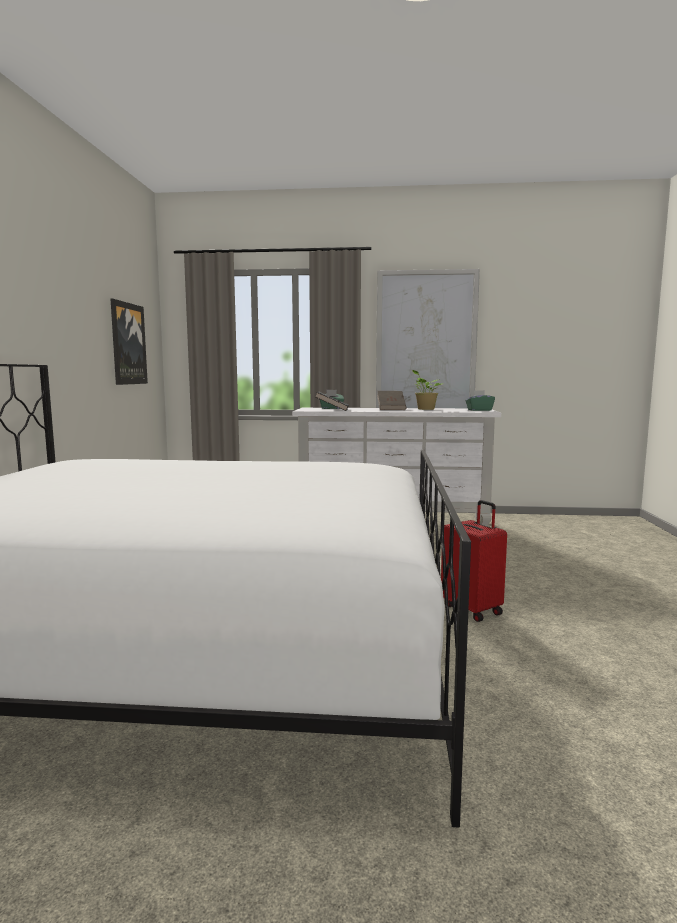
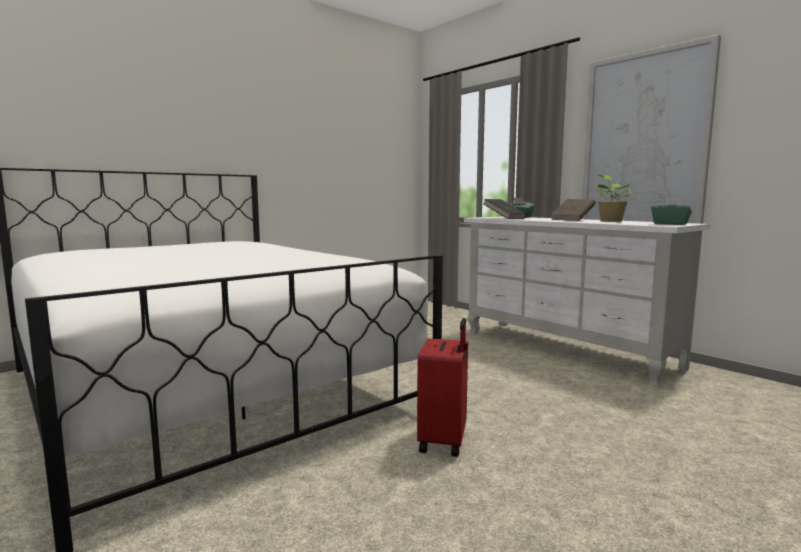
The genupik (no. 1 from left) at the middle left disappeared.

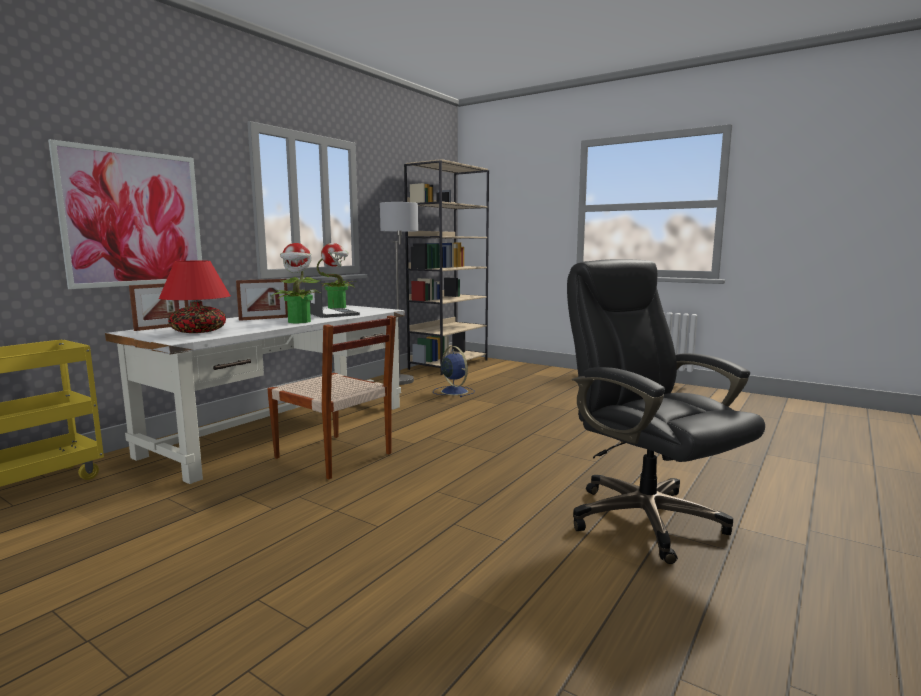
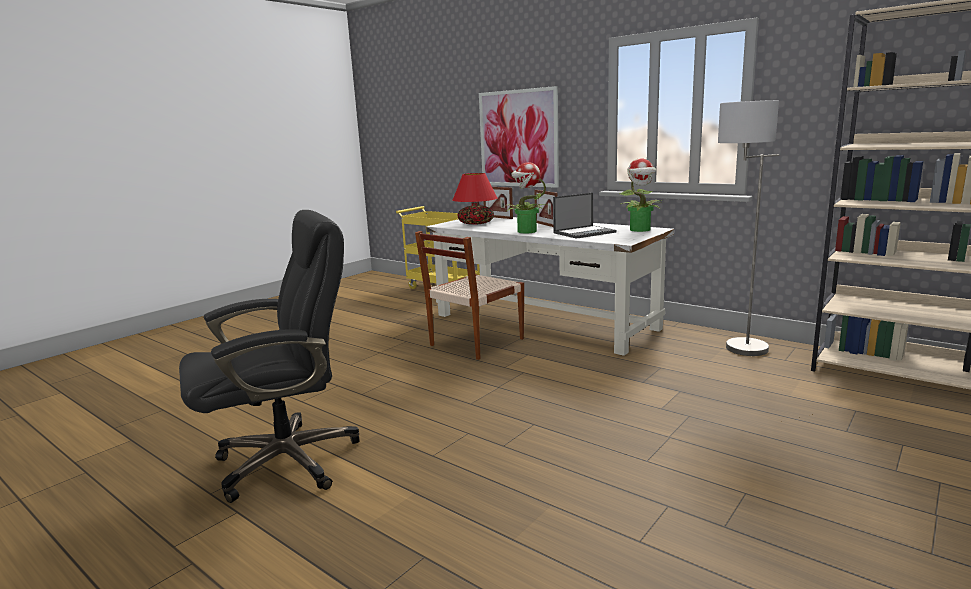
The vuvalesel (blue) at the centre disappeared.

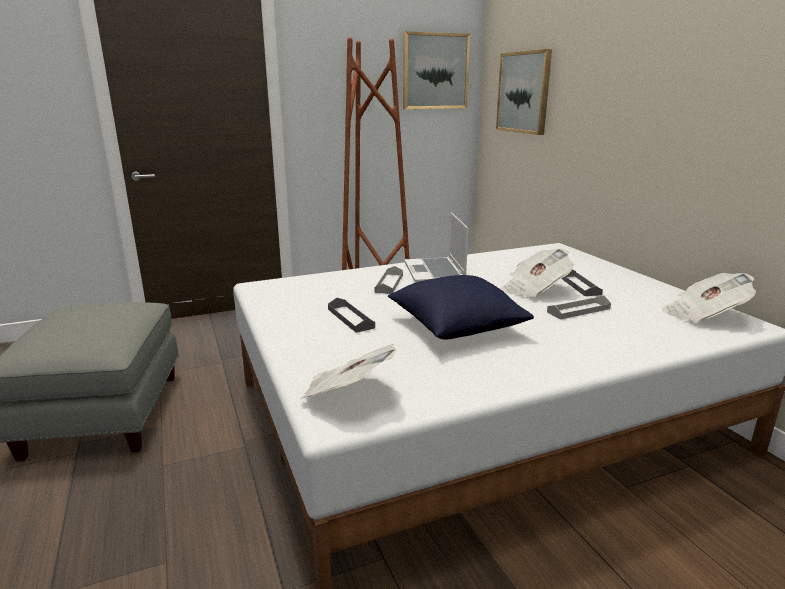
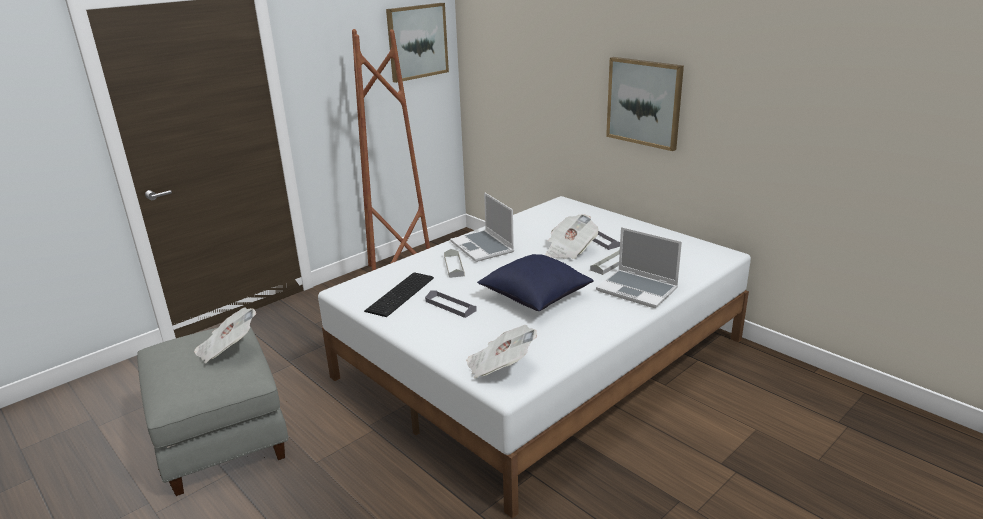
The genupik (no. 2 from left) moved from the top right to the top centre. The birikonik (no. 3 from left in the first image) moved from the middle right to the middle left. The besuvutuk (no. 2 from left) at the centre appeared. The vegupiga at the centre appeared.

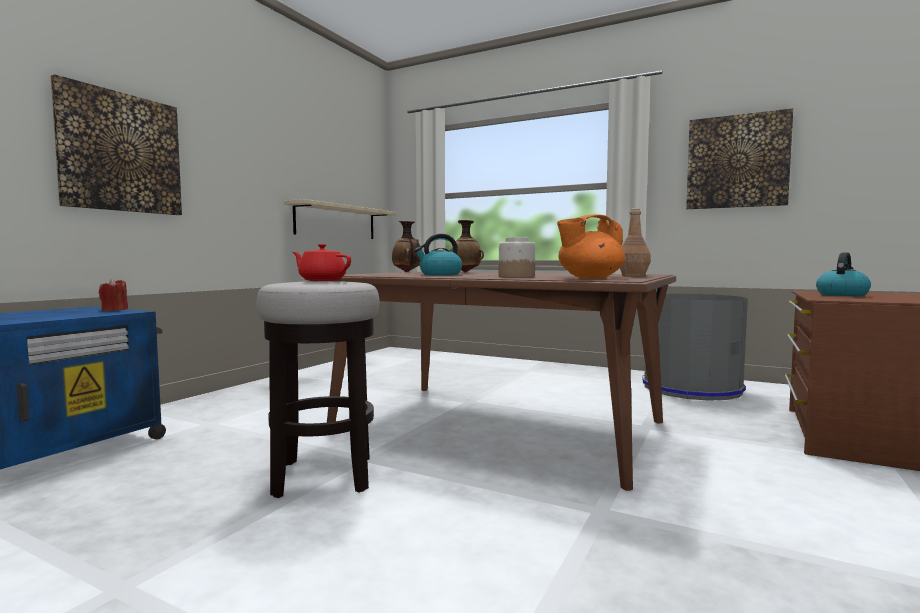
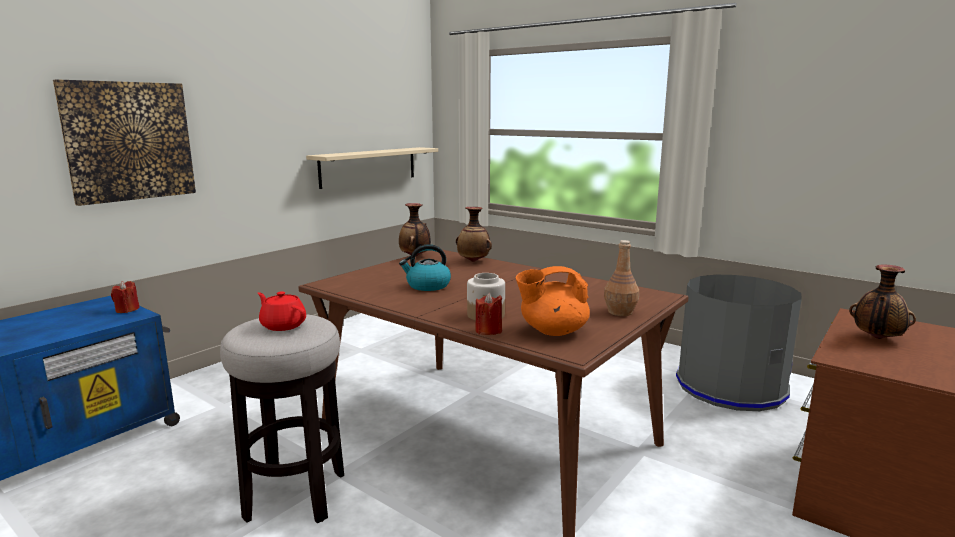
The genupik (no. 2 from left) at the top right disappeared. The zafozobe (no. 2 from left) at the middle right was replaced by the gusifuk (no. 3 from left) at the middle right. The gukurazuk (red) (no. 2 from left) at the centre appeared.

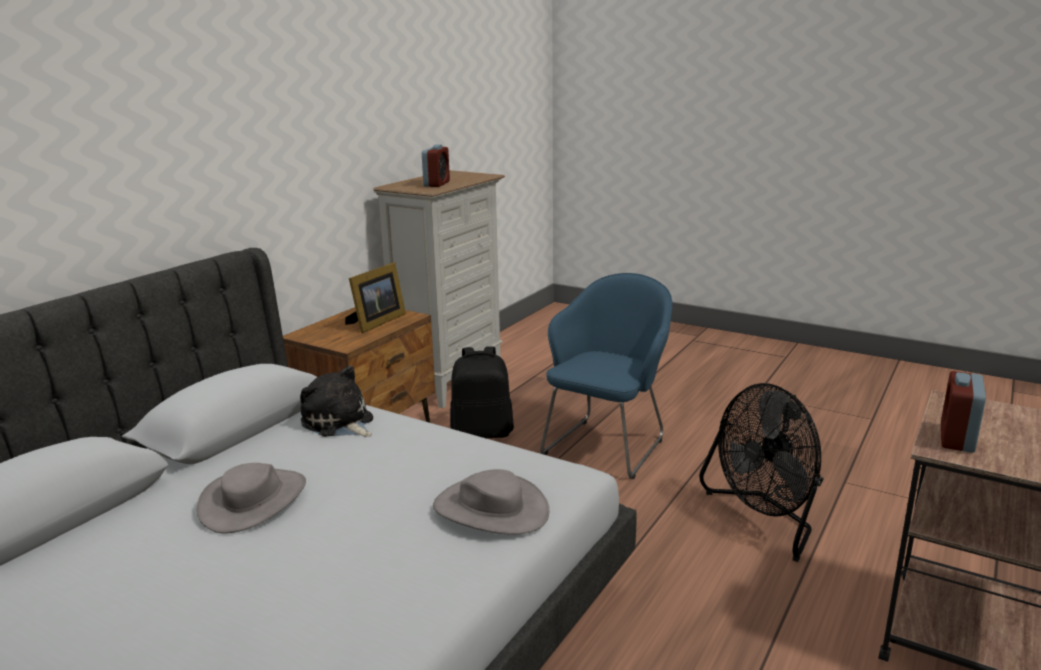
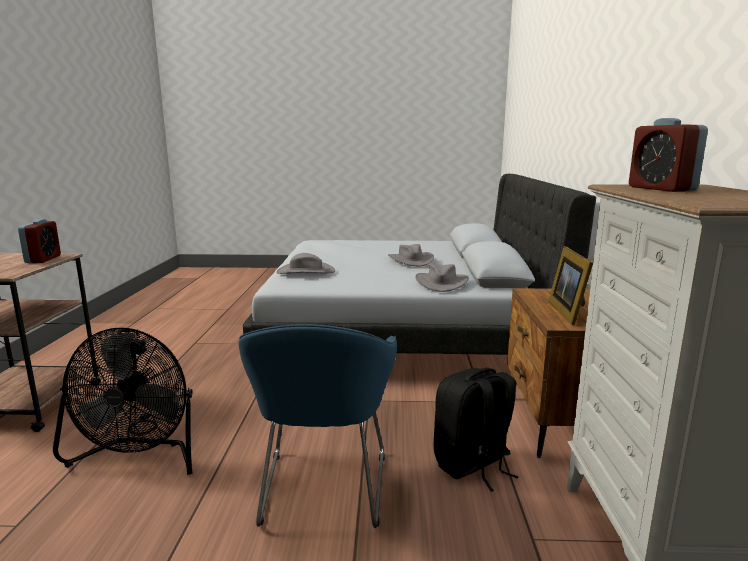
The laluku at the middle left was replaced by the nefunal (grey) (no. 3 from left) at the centre. The vuvalesel (black) at the bottom right turned 150 degrees clockwise.

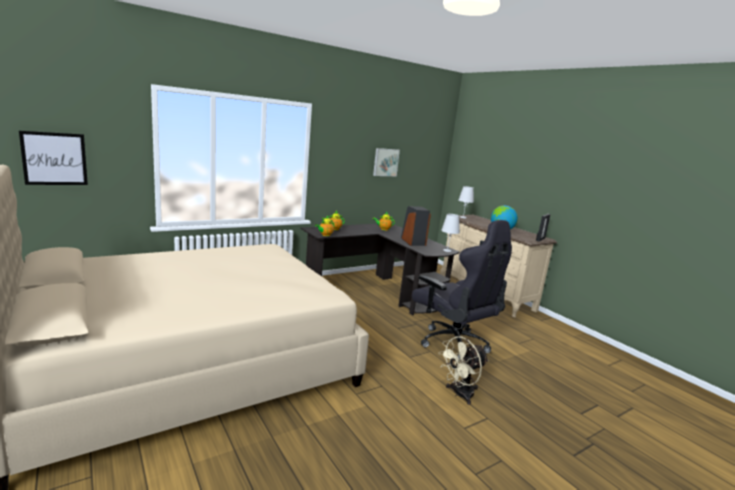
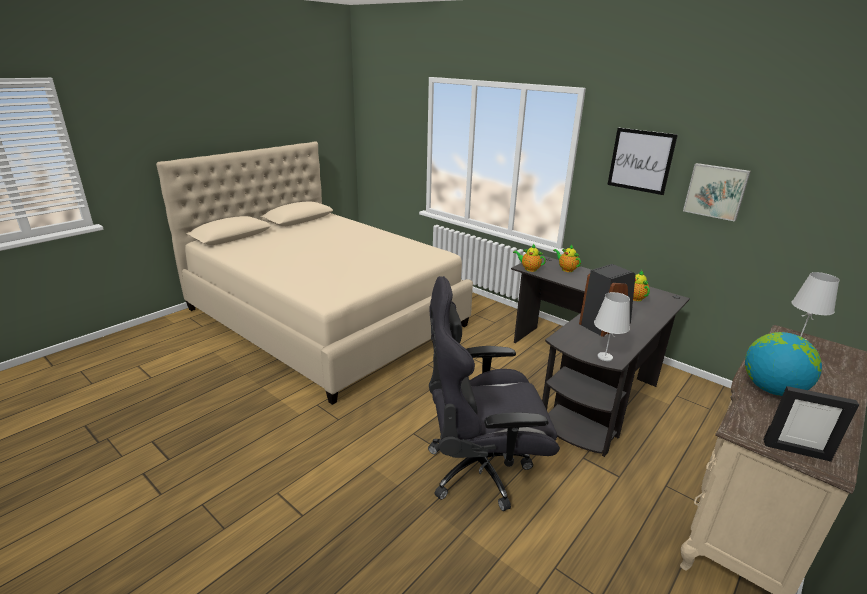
The genupik (no. 1 from left) moved from the top left to the top right. The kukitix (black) at the centre turned 45 degrees clockwise. The vuvalesel (beige) at the bottom centre disappeared.

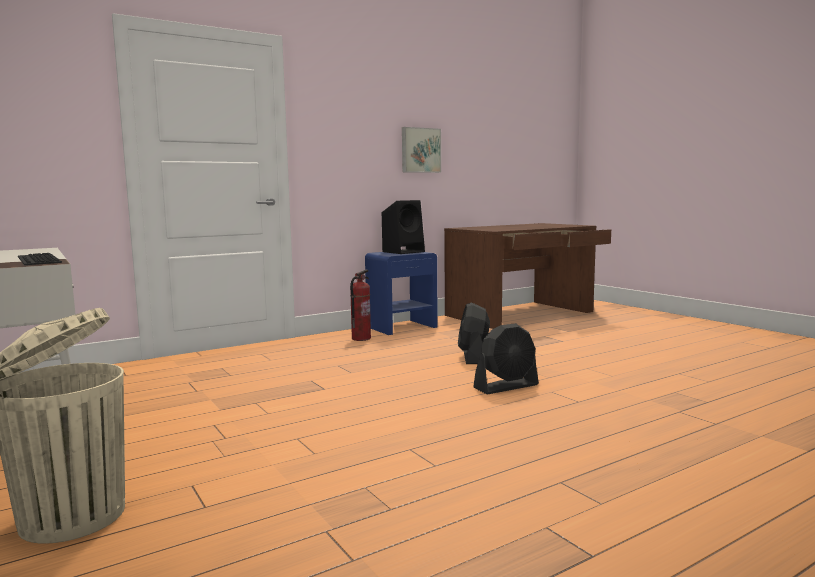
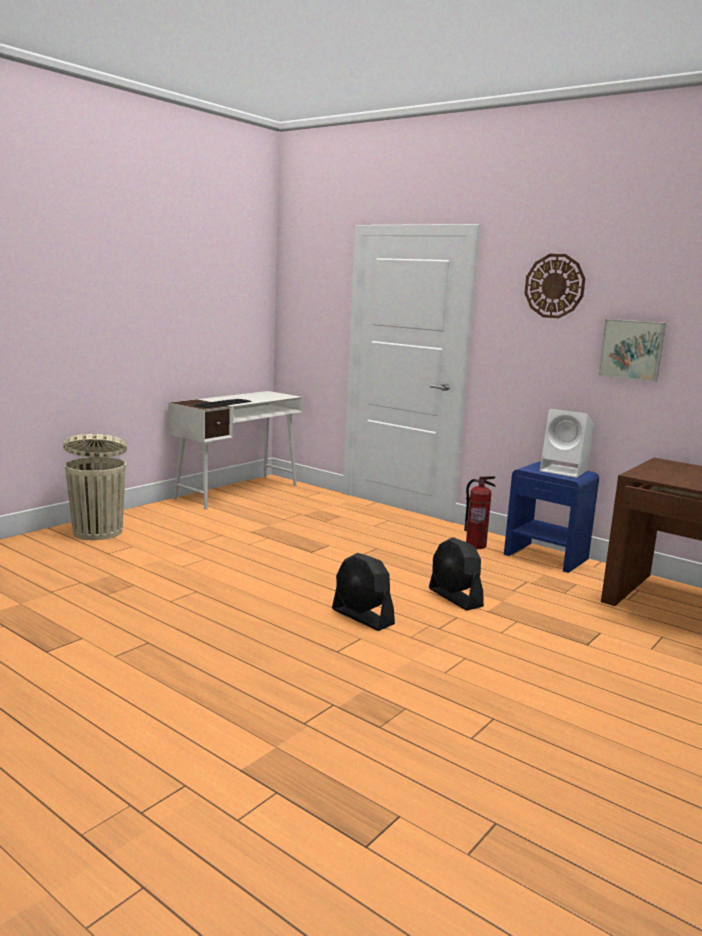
The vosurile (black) at the centre became the vosurile (white) at the middle right. The vuvalesel (black) (no. 1 from left in the first image) at the centre turned 105 degrees counterclockwise. The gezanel at the top right appeared.

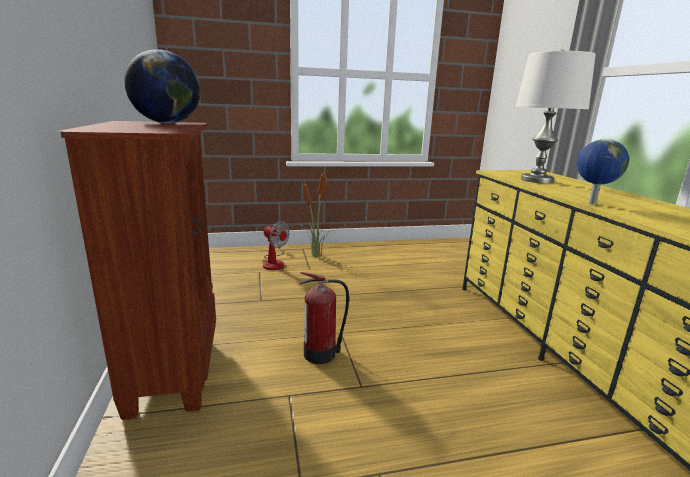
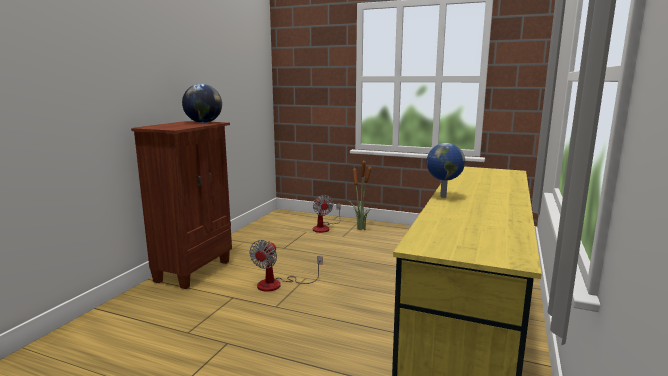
The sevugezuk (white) at the top right disappeared. The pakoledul at the bottom centre was replaced by the vuvalesel (no. 1 from left) at the bottom centre.

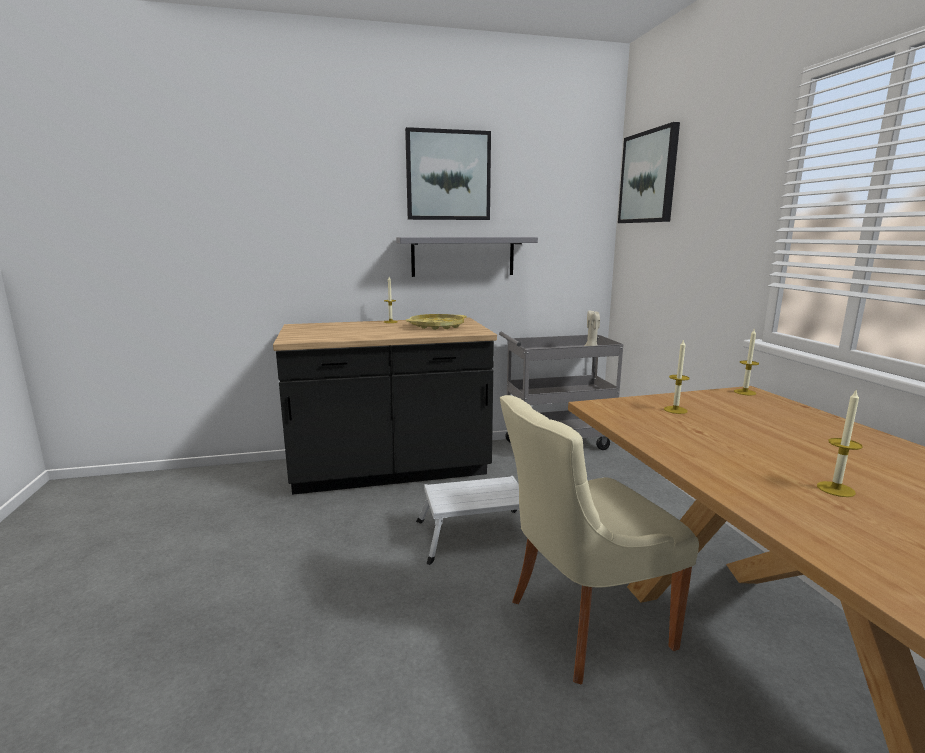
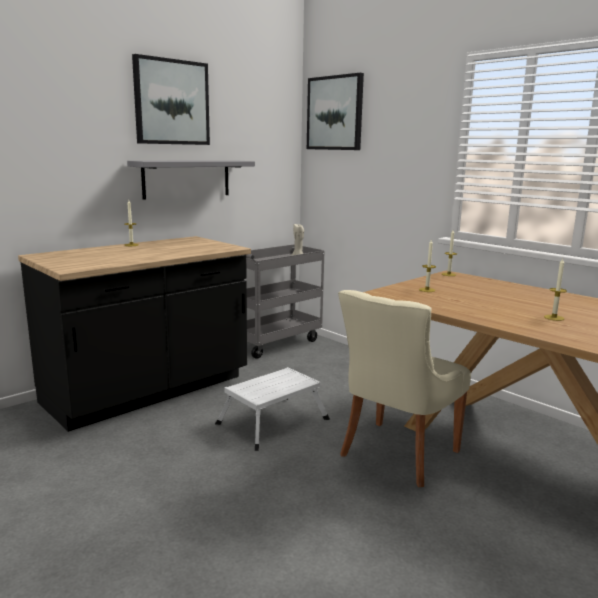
The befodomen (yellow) at the centre disappeared.

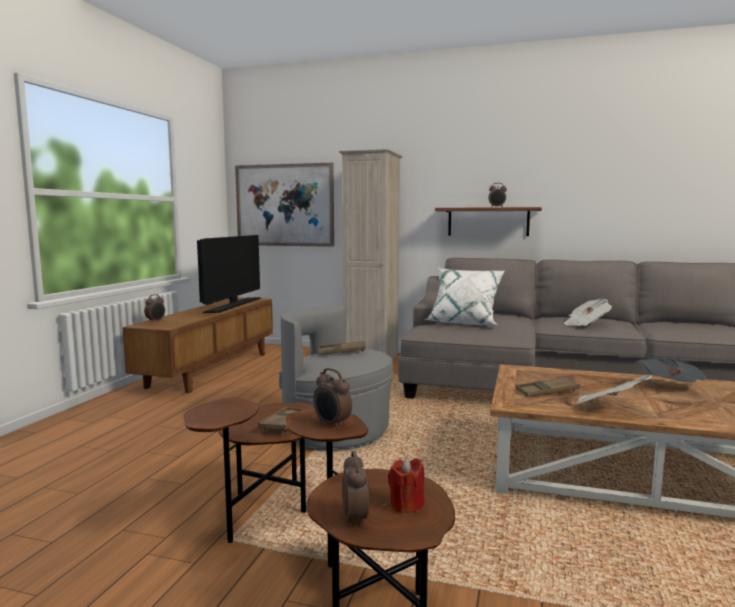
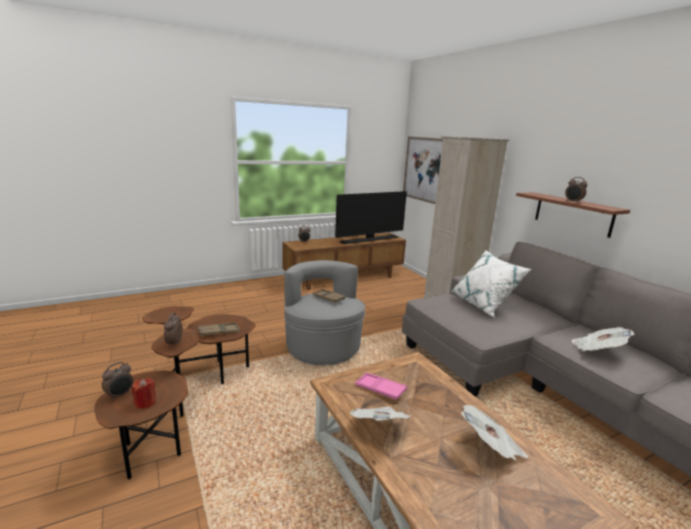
The befodomen (brown) (no. 3 from left) at the middle right became the befodomen (pink) at the bottom centre.

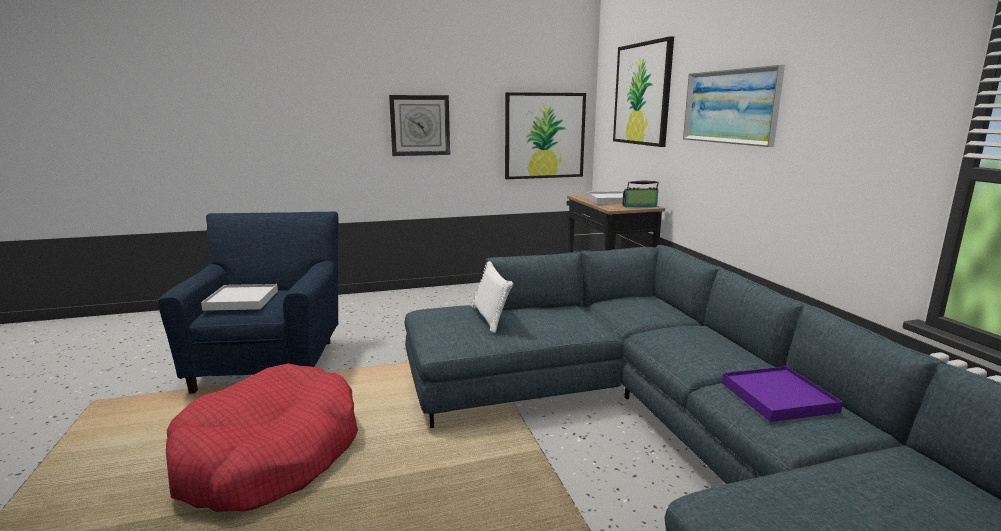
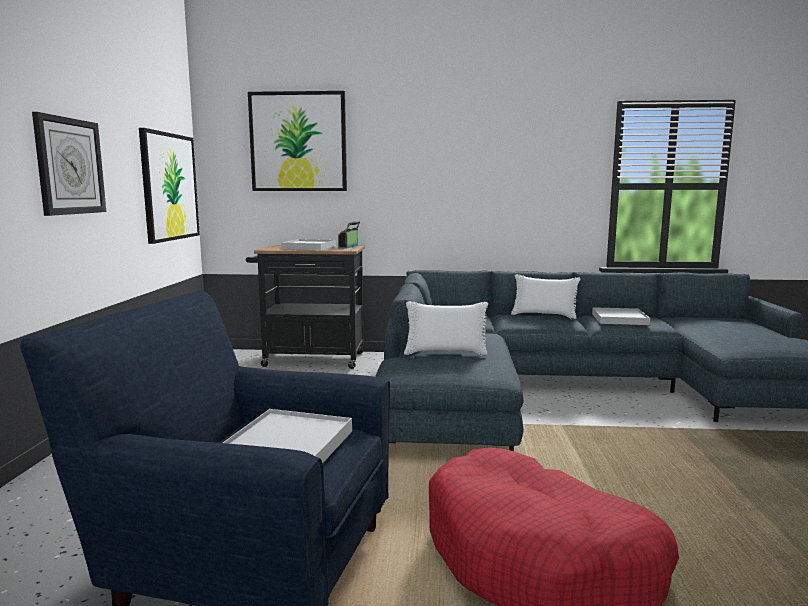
The genupik (no. 3 from left) at the top right disappeared. The befodomen (purple) at the bottom right became the befodomen (white) (no. 3 from left) at the middle right. The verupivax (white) (no. 2 from left) at the middle right appeared.

